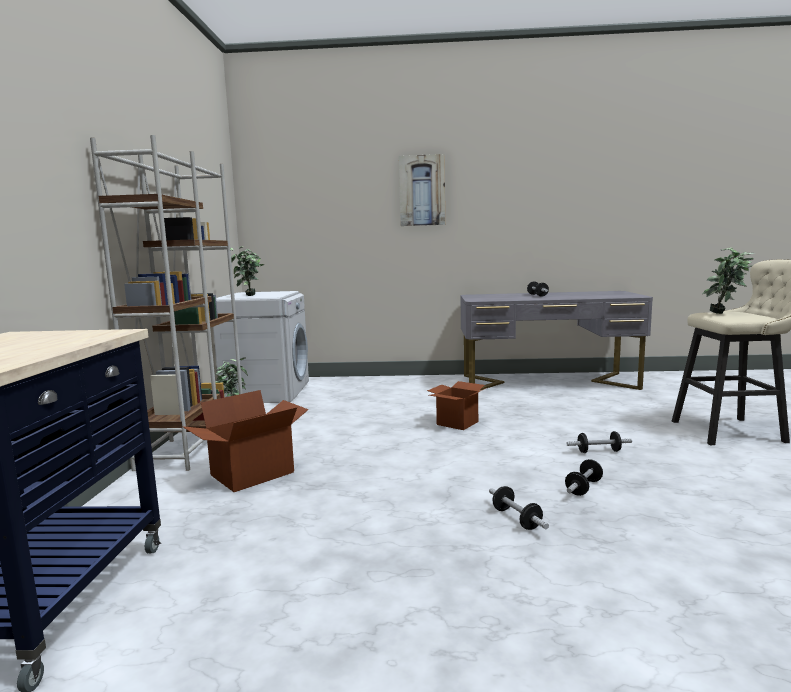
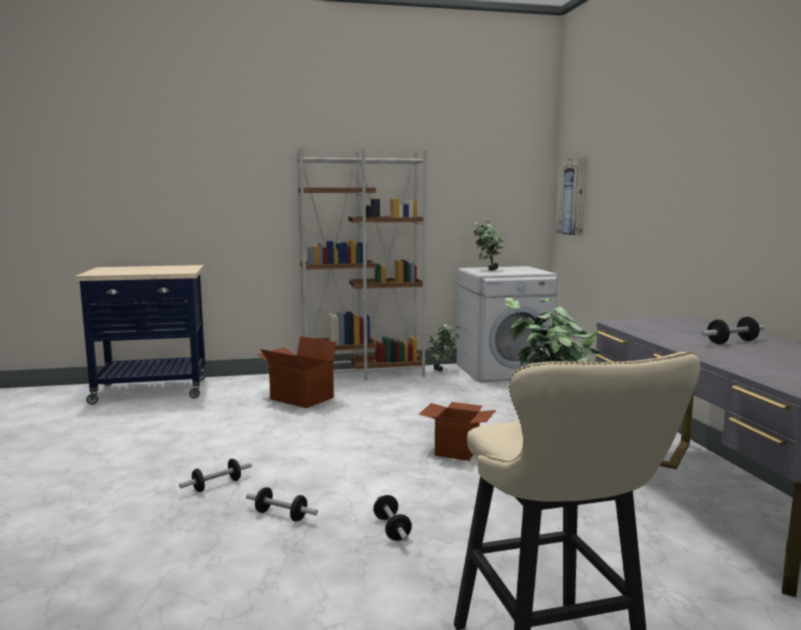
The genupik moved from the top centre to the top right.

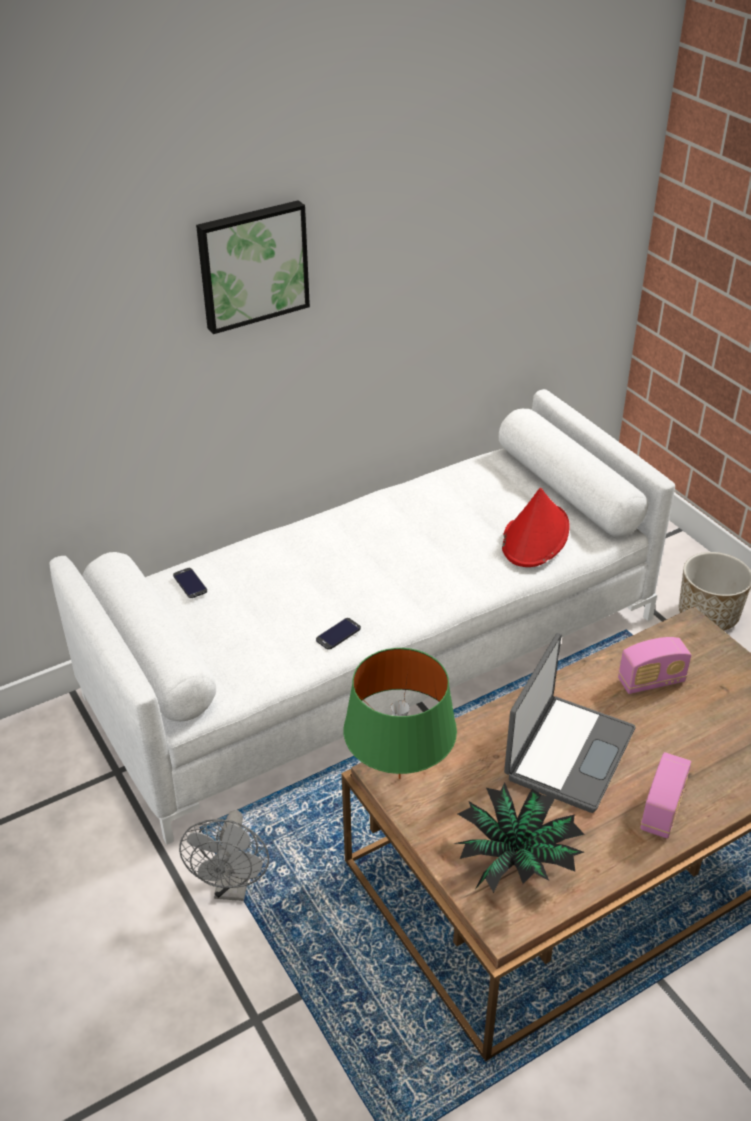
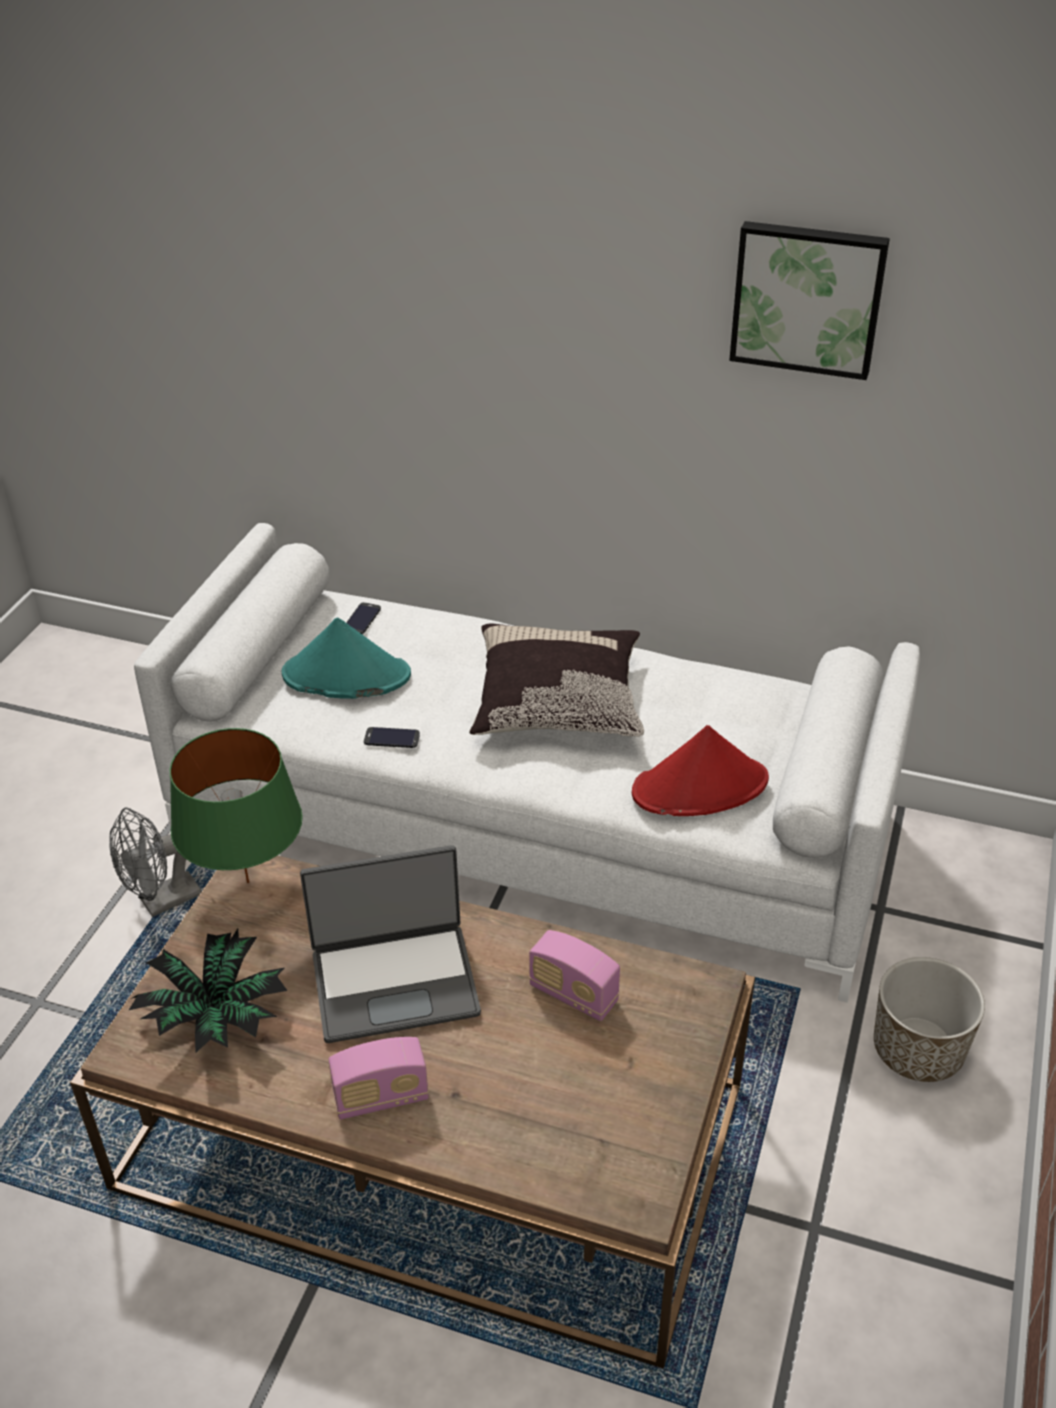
The genupik moved from the top centre to the top right. The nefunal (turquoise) at the middle left appeared. The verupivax at the centre appeared.

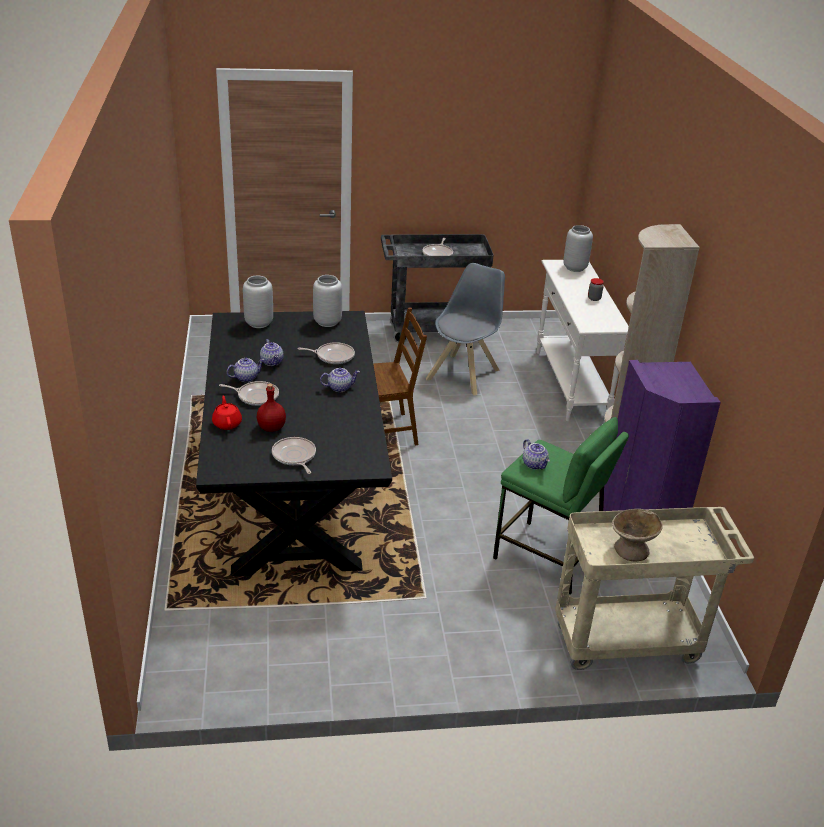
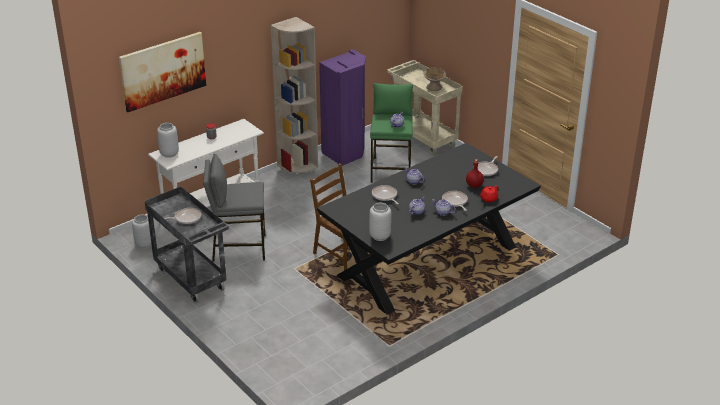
The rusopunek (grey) at the centre was replaced by the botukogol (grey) at the middle left. The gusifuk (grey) (no. 2 from left in the first image) moved from the centre to the middle left. The genupik at the top left appeared.

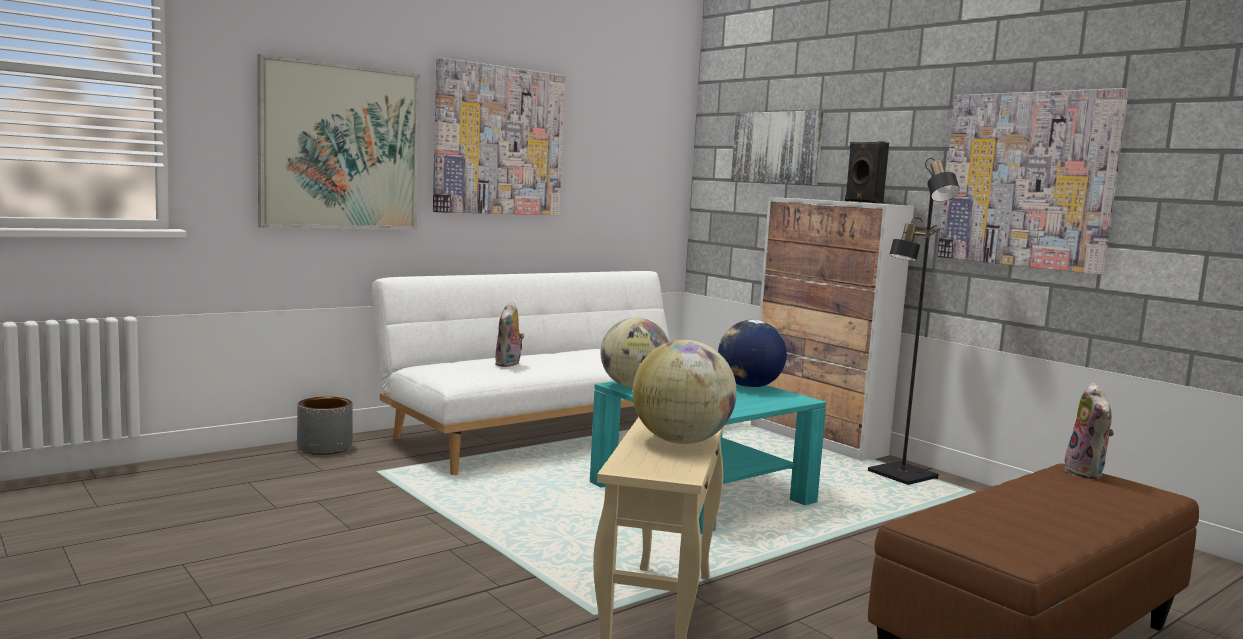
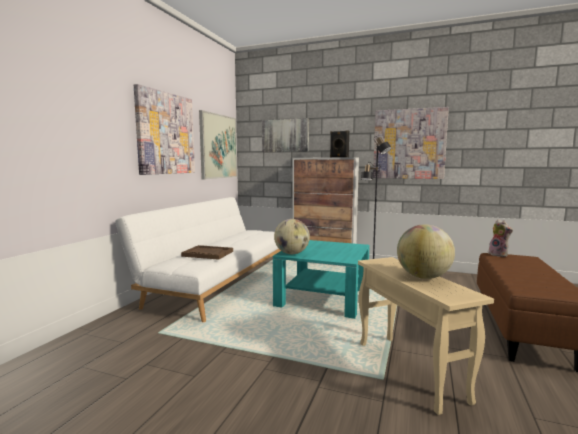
The genupik (no. 1 from left in the first image) moved from the top left to the top centre. The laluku (no. 1 from left) at the centre was replaced by the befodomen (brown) at the centre. The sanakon (no. 3 from left) at the centre disappeared. The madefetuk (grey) at the bottom left disappeared.

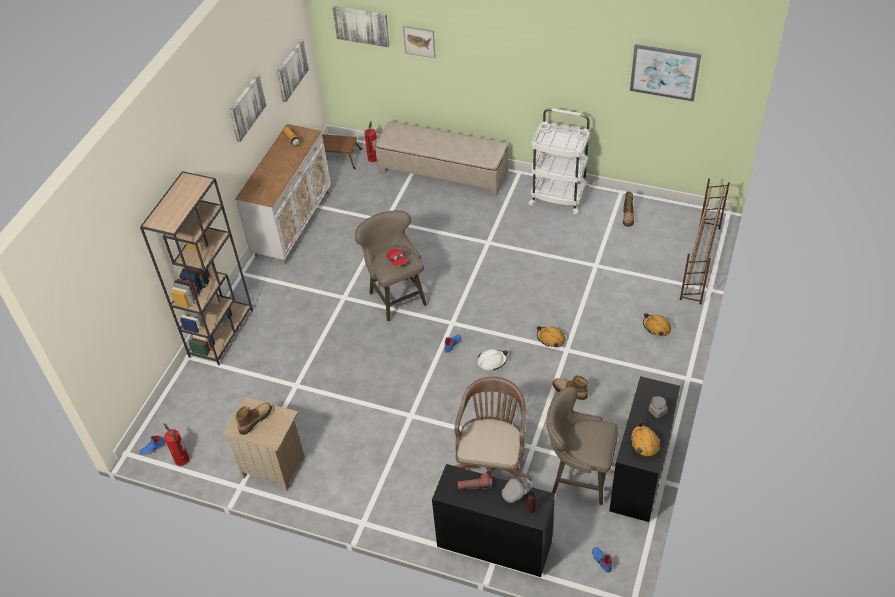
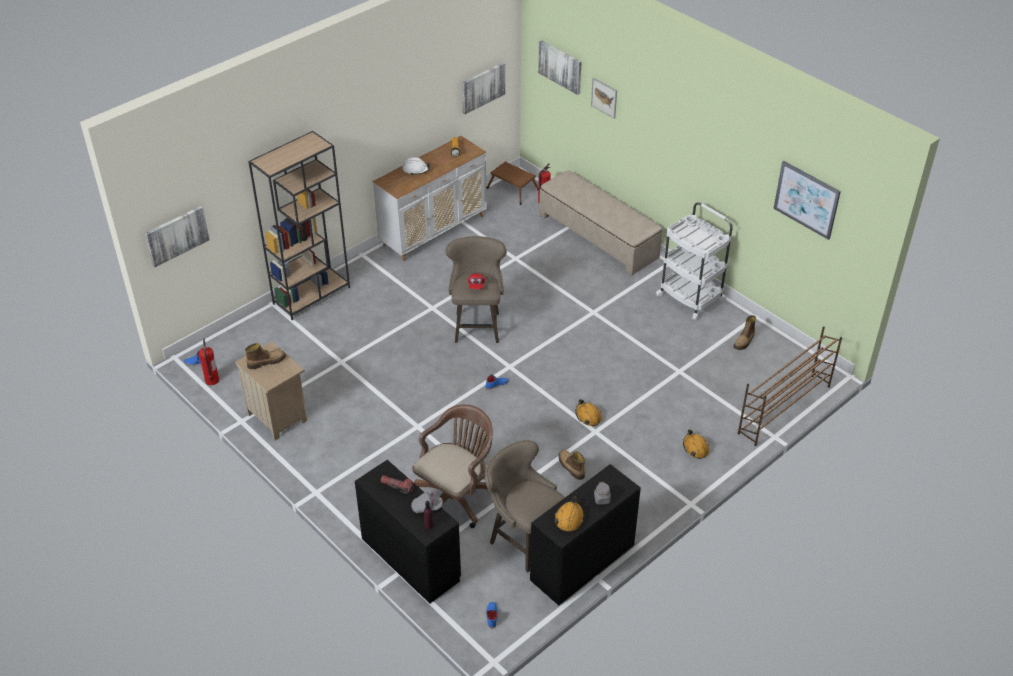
The genupik (no. 1 from left) moved from the top left to the middle left. The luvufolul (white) moved from the centre to the top centre.

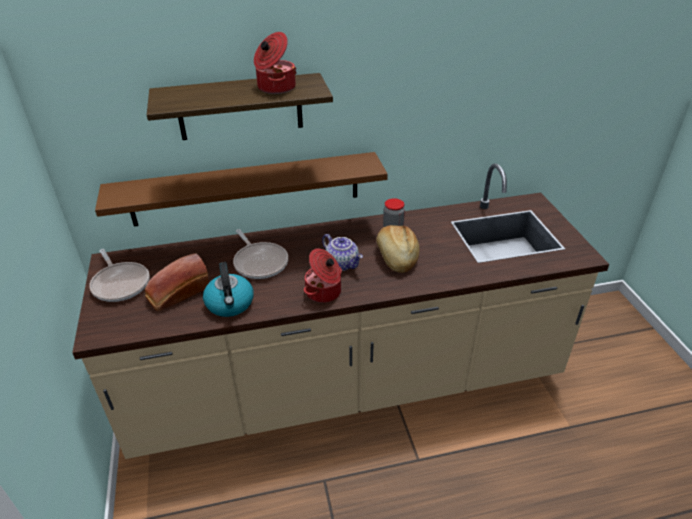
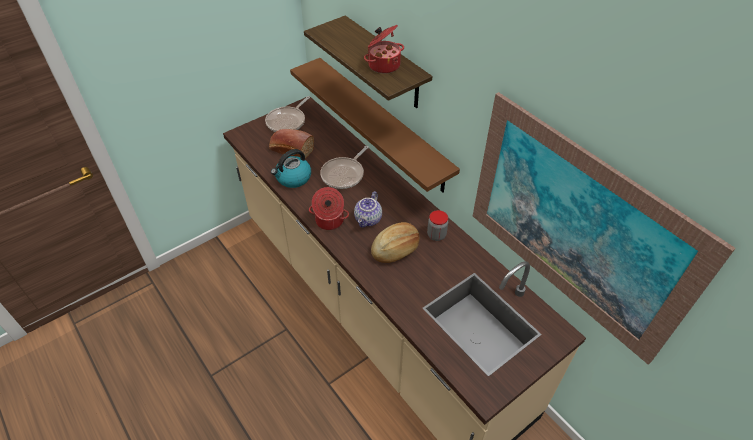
The genupik at the middle right appeared.

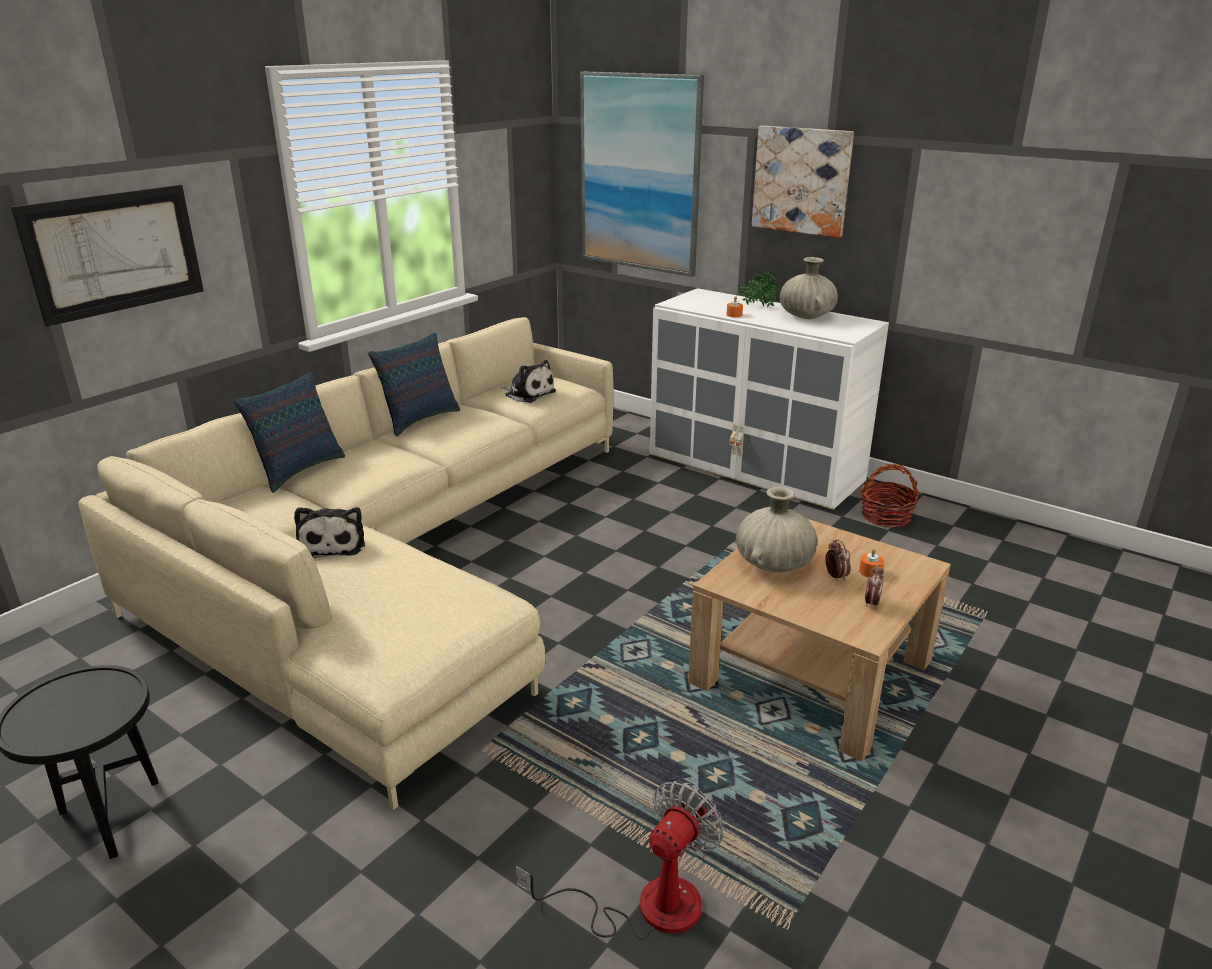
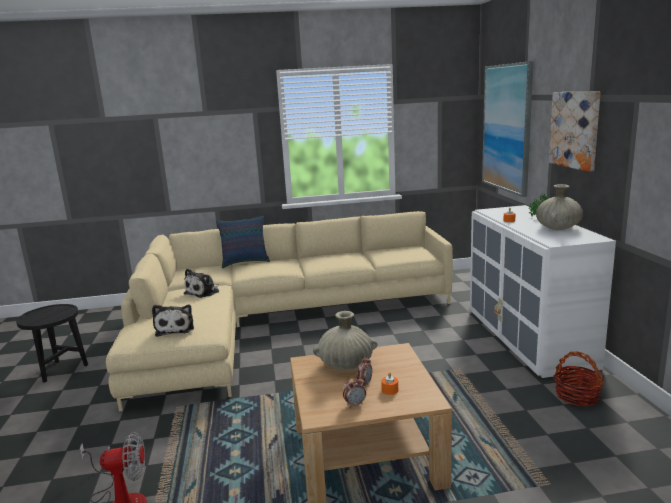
The genupik (no. 1 from left) at the top left disappeared. The verupivax (blue) (no. 2 from left) at the centre disappeared. The laluku (no. 2 from left in the first image) moved from the centre to the middle left.

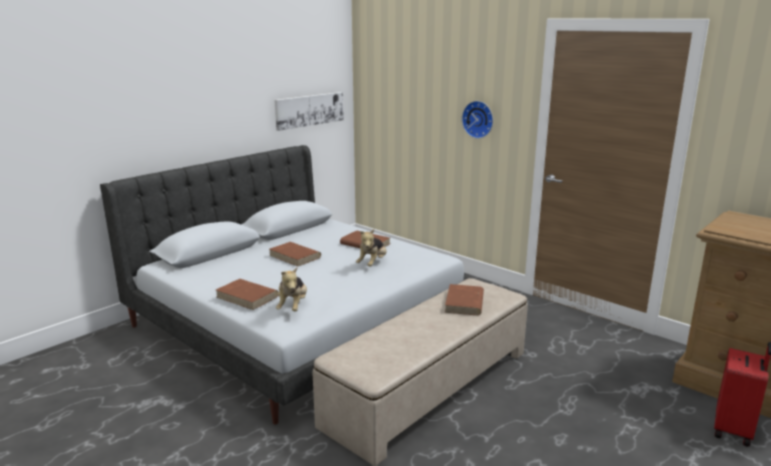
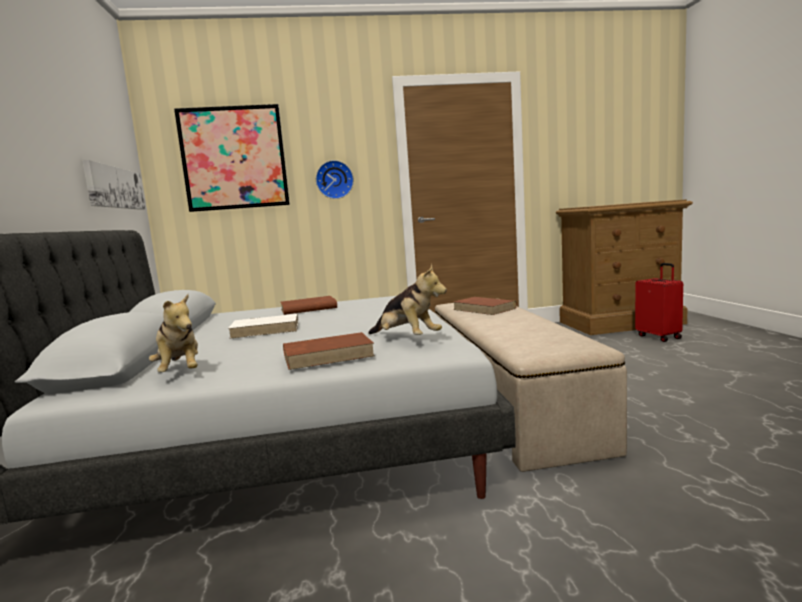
The laluku (no. 2 from left in the first image) moved from the centre to the middle left. The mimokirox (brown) (no. 2 from left) at the centre became the mimokirox (white) at the middle left. The genupik (no. 2 from left) at the top left appeared.

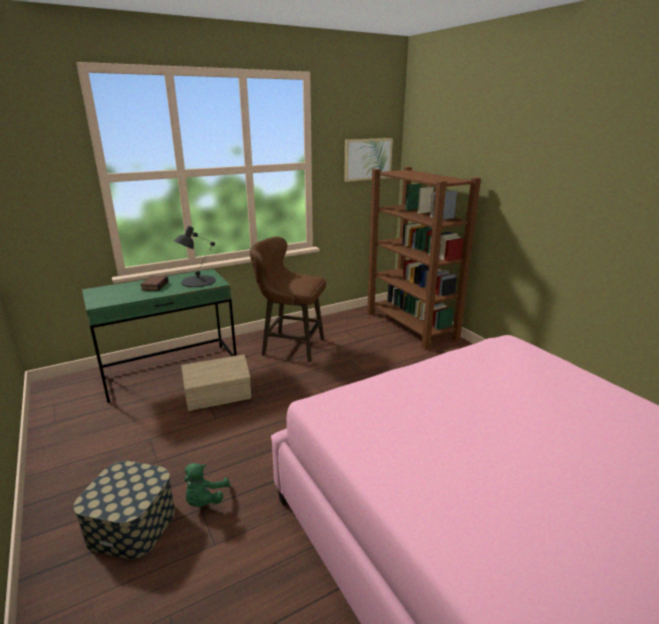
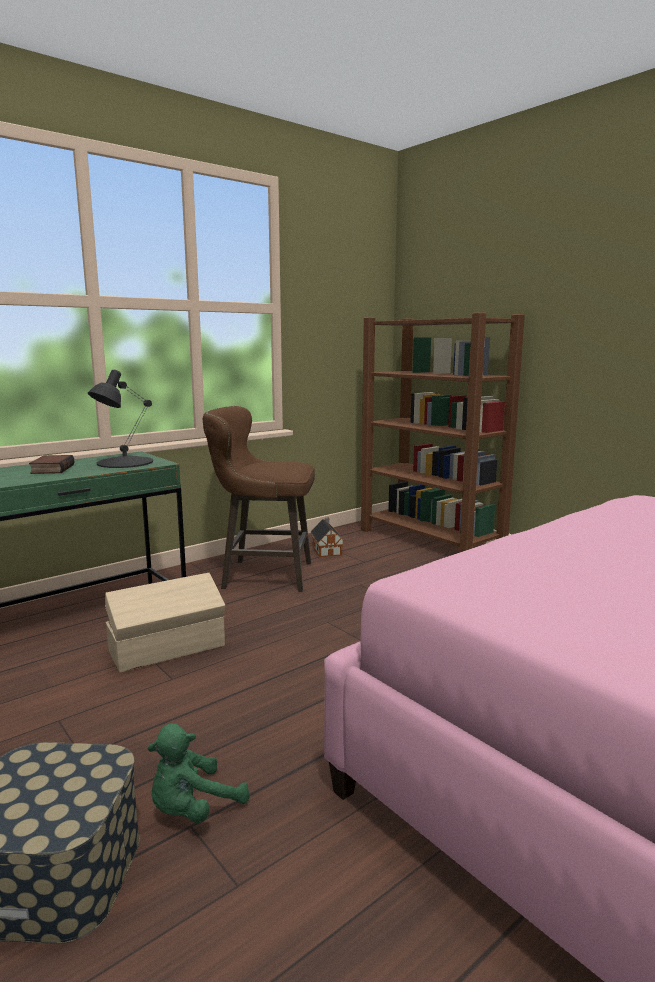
The genupik at the top centre disappeared. The laluku (green) at the bottom left turned 45 degrees clockwise. The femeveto at the centre appeared.

